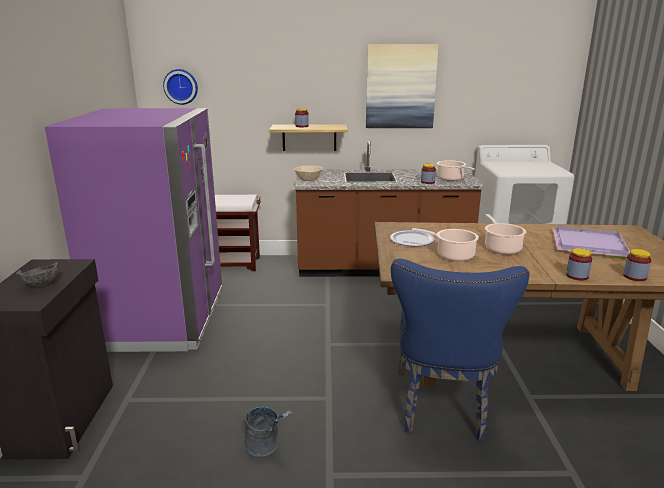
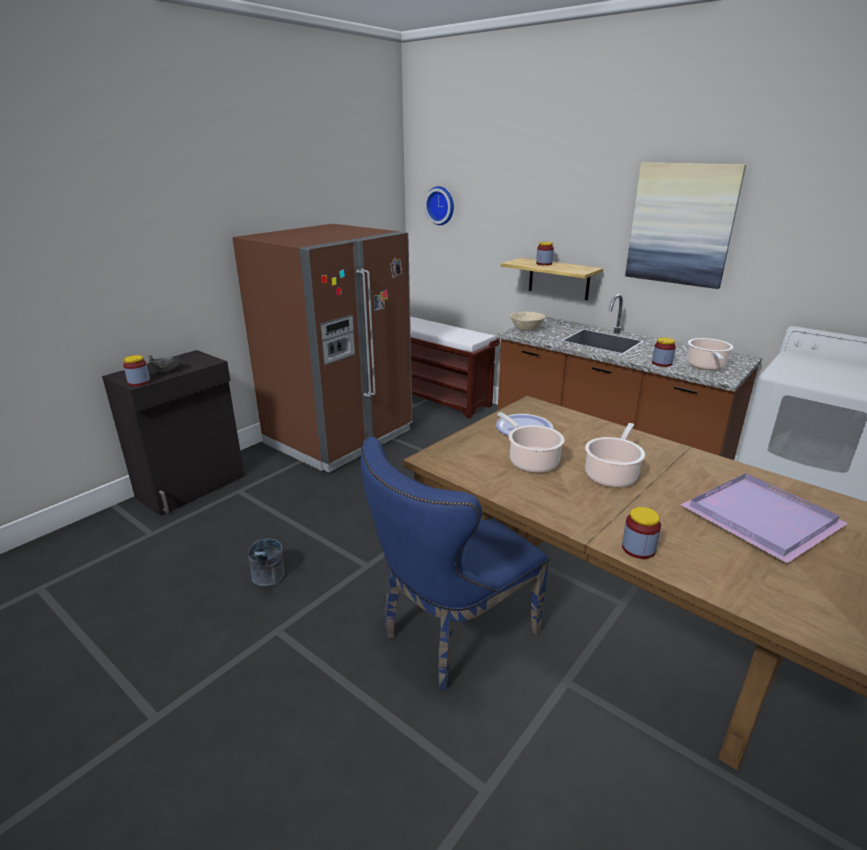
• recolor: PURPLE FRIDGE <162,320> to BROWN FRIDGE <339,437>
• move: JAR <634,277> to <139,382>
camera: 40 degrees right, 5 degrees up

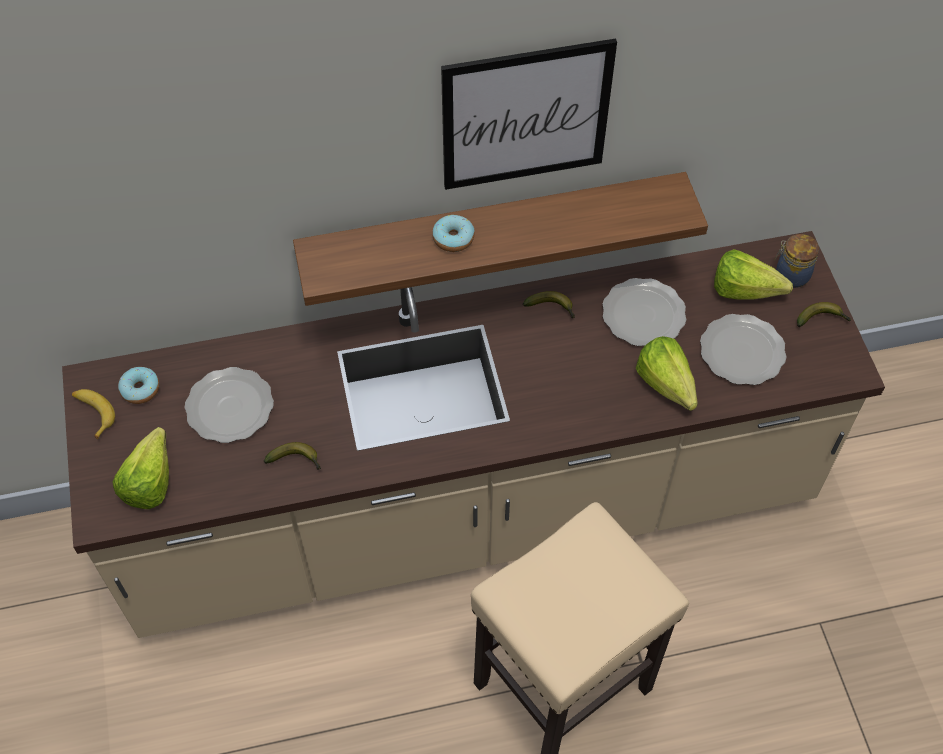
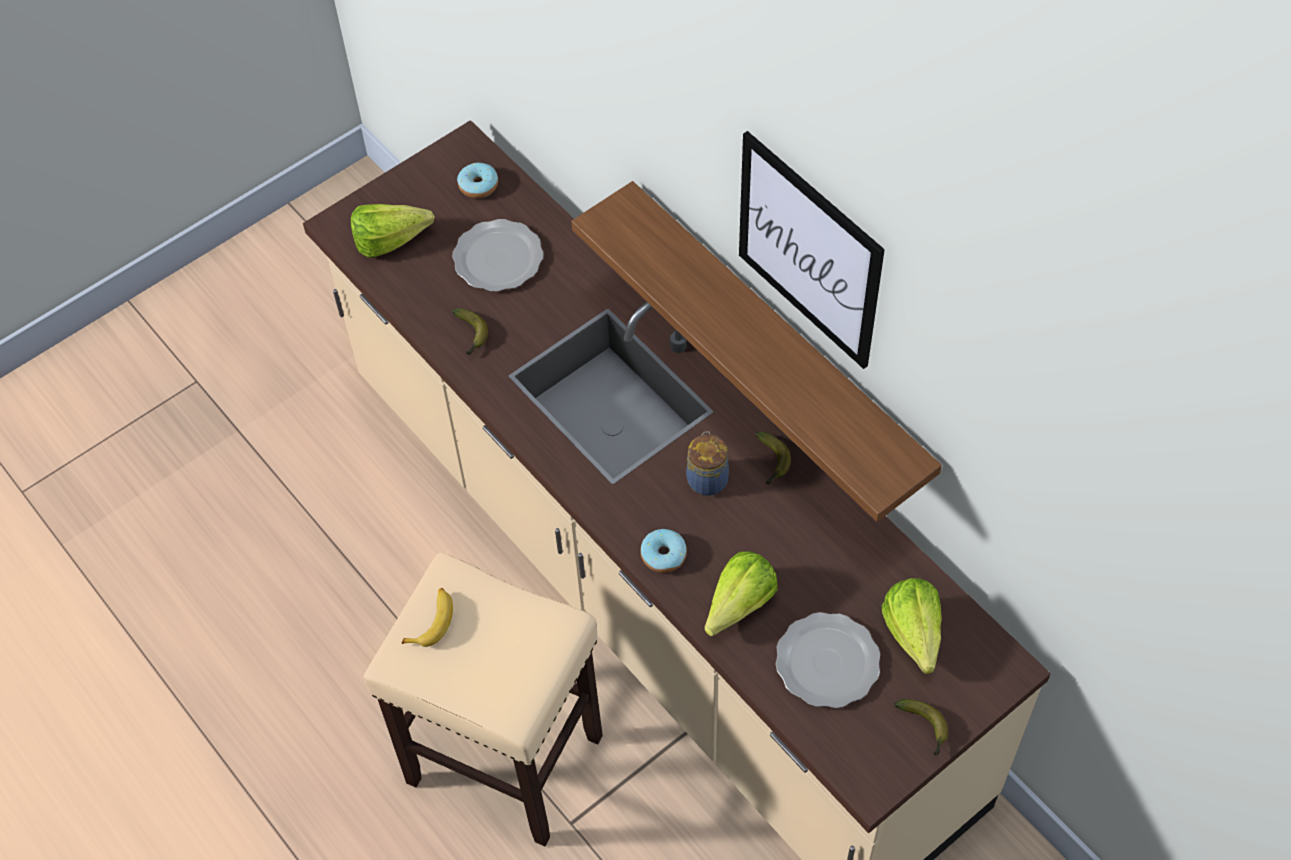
• move: DONUT <453,238> to <663,555>
• move: JAR <790,275> to <707,478>
• delete: PLATE <642,315>
• move: BANANA <93,413> to <432,621>
camera: 65 degrees right, 0 degrees up

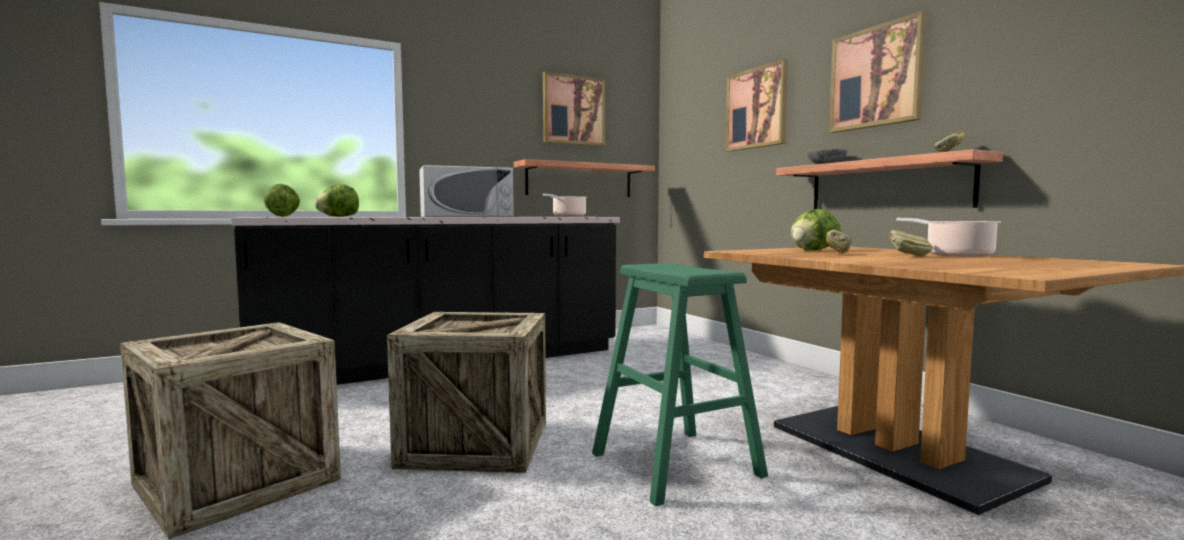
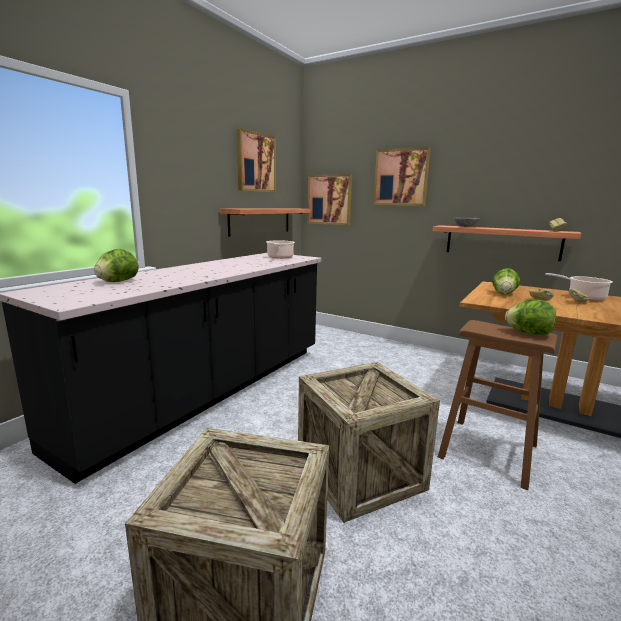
• move: PICTURE <876,77> to <329,199>
• delete: WHITE MICROWAVE <466,216>
• move: LETTUCE <282,216> to <528,333>
• recolor: GREEN STOOL <675,464> to BROWN STOOL <488,450>
camera: 30 degrees left, 10 degrees up

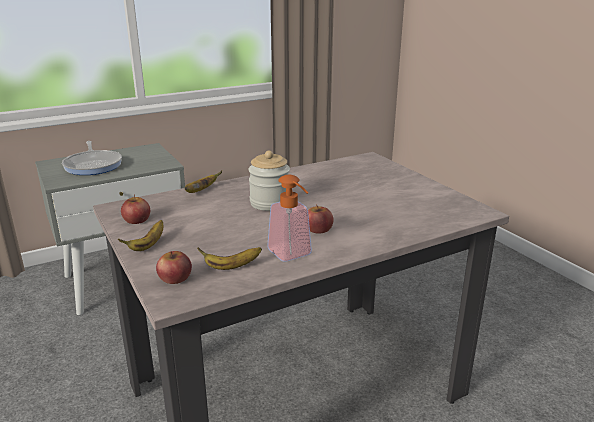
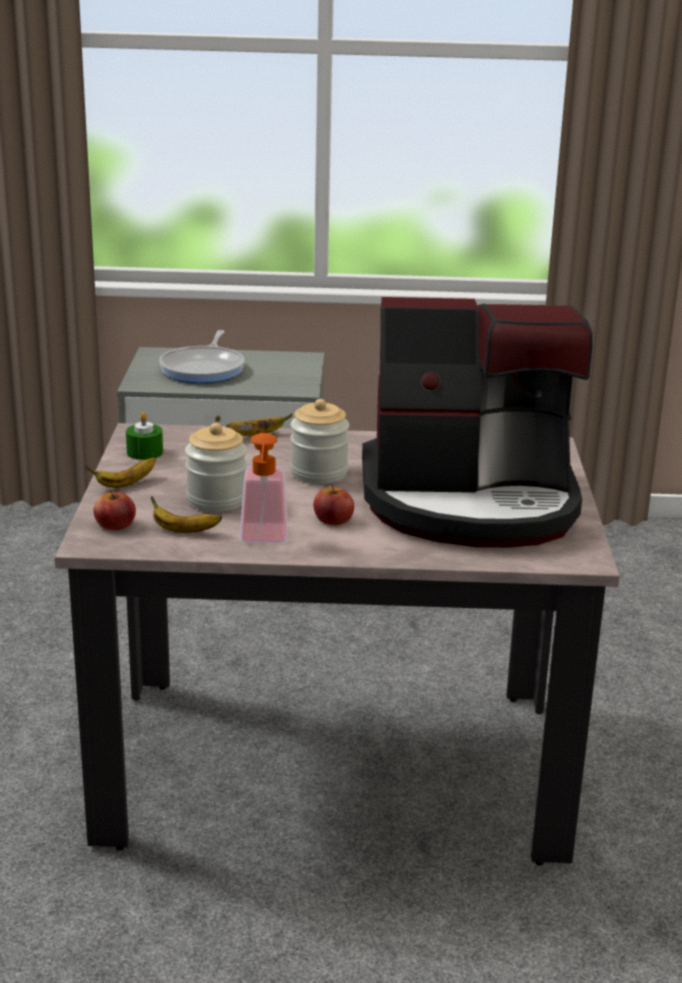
• replace: APPLE <137,220> to GREEN CANDLE <145,452>
• insert: COFFEE MACHINE <471,502>
• insert: JAR <217,500>
camera: 30 degrees right, 0 degrees up

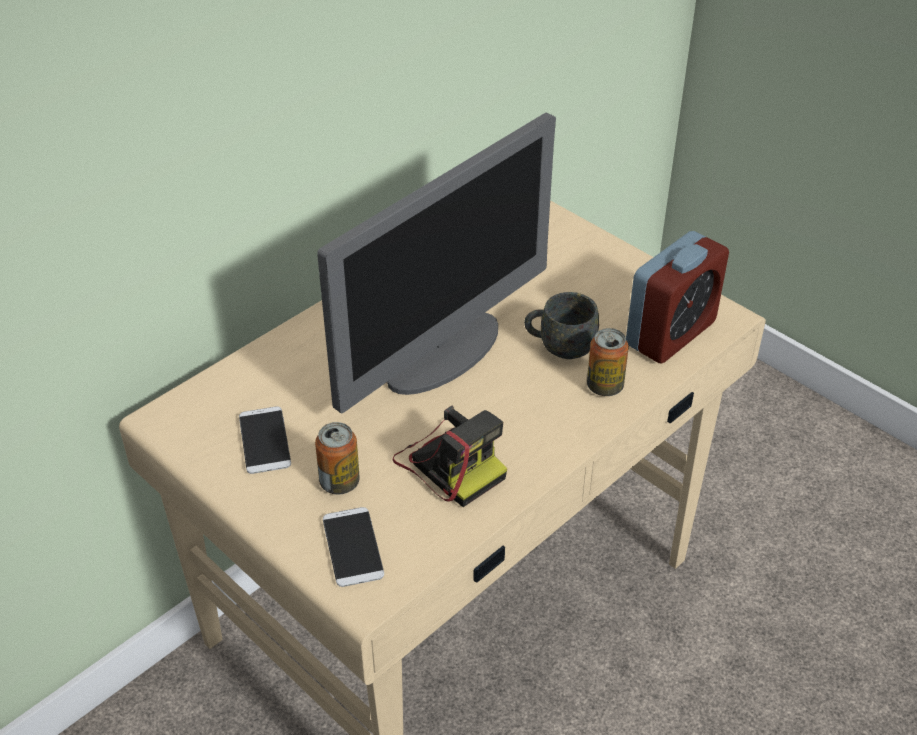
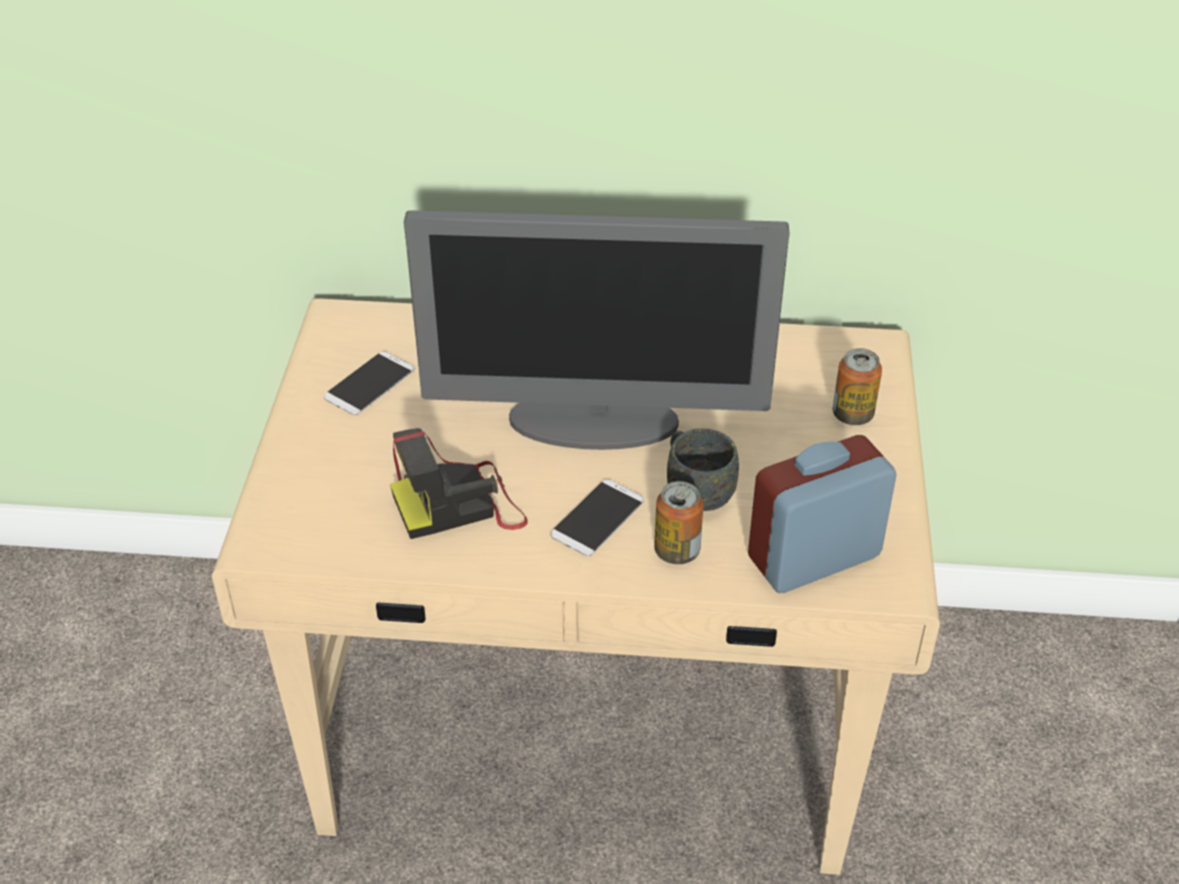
• rotate: ALARM CLOCK <670,333> = <814,557> 150 degrees clockwise
• rotate: PHOTO CAMERA <450,463> = <460,505> 60 degrees clockwise
• move: CAN <339,482> to <852,415>
• move: PHONE <353,547> to <597,518>
camera: 50 degrees right, 0 degrees up

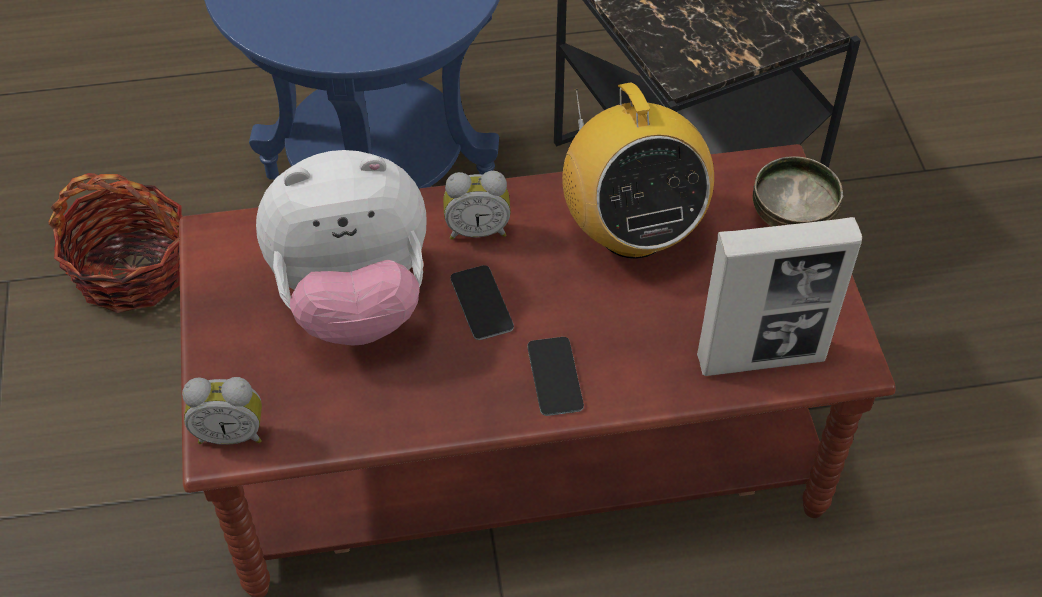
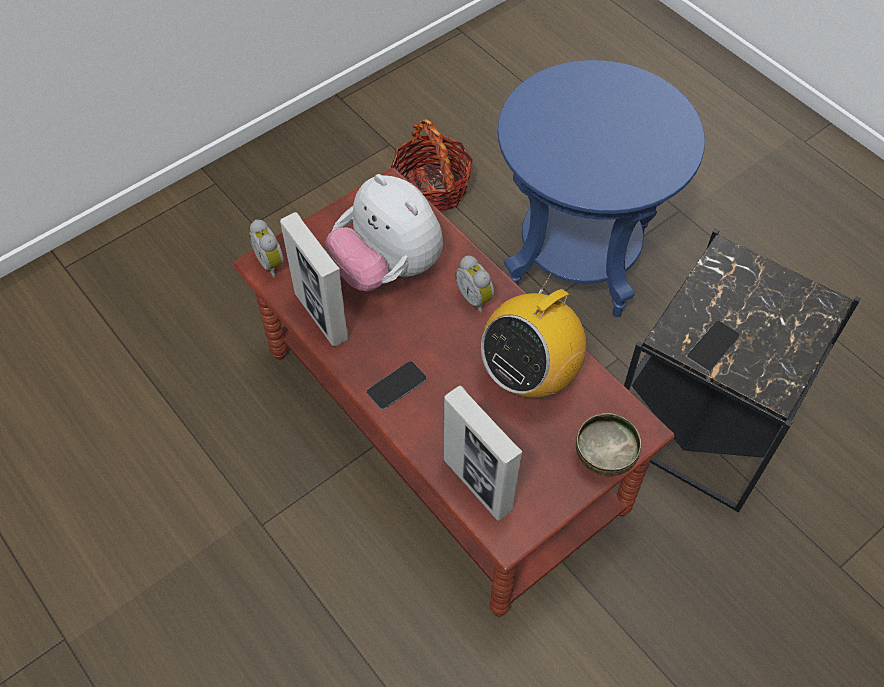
• move: PHONE <481,303> to <713,346>
• insert: PICTURE FRAME <321,316>
camera: 60 degrees right, 5 degrees up

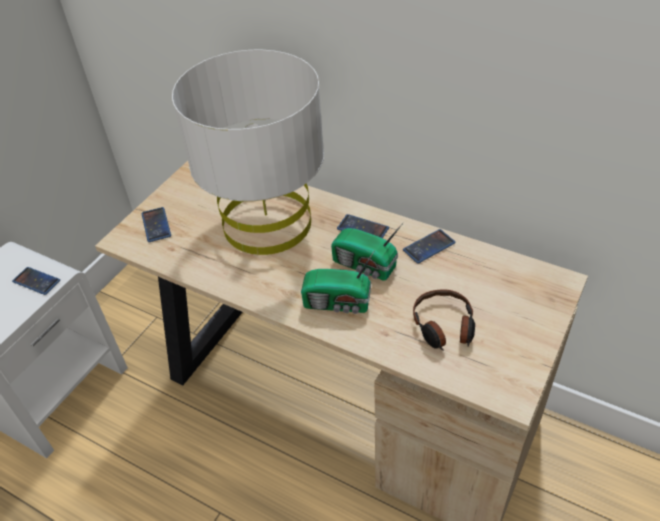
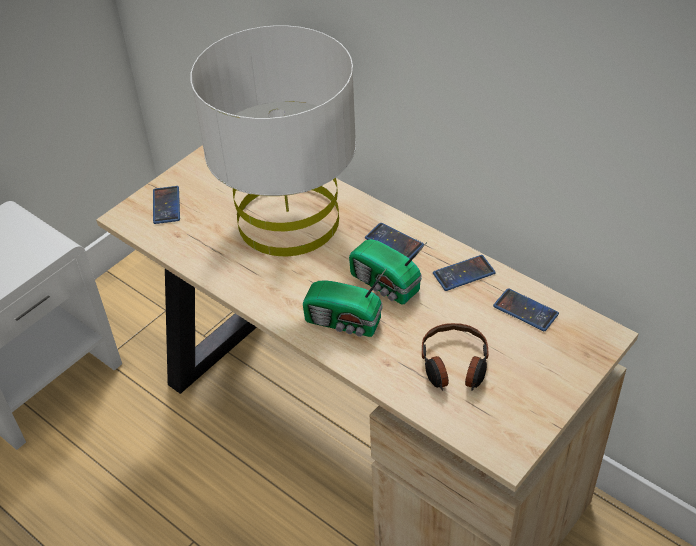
• move: PHONE <36,281> to <525,310>
camera: 10 degrees right, 0 degrees up

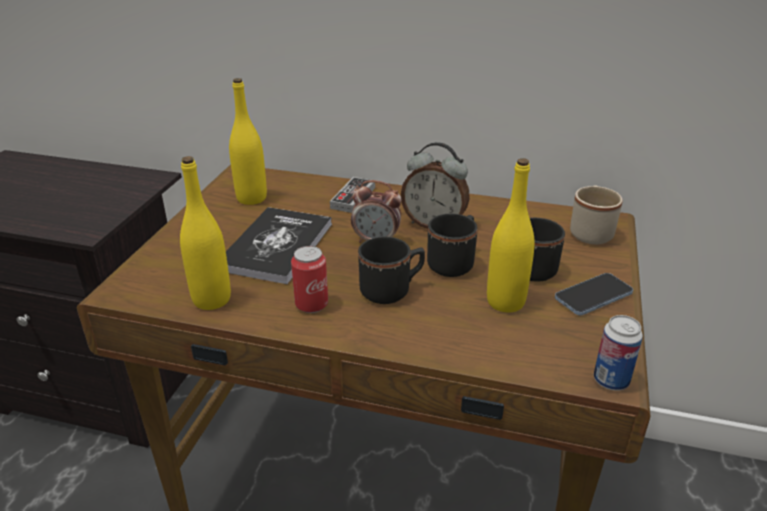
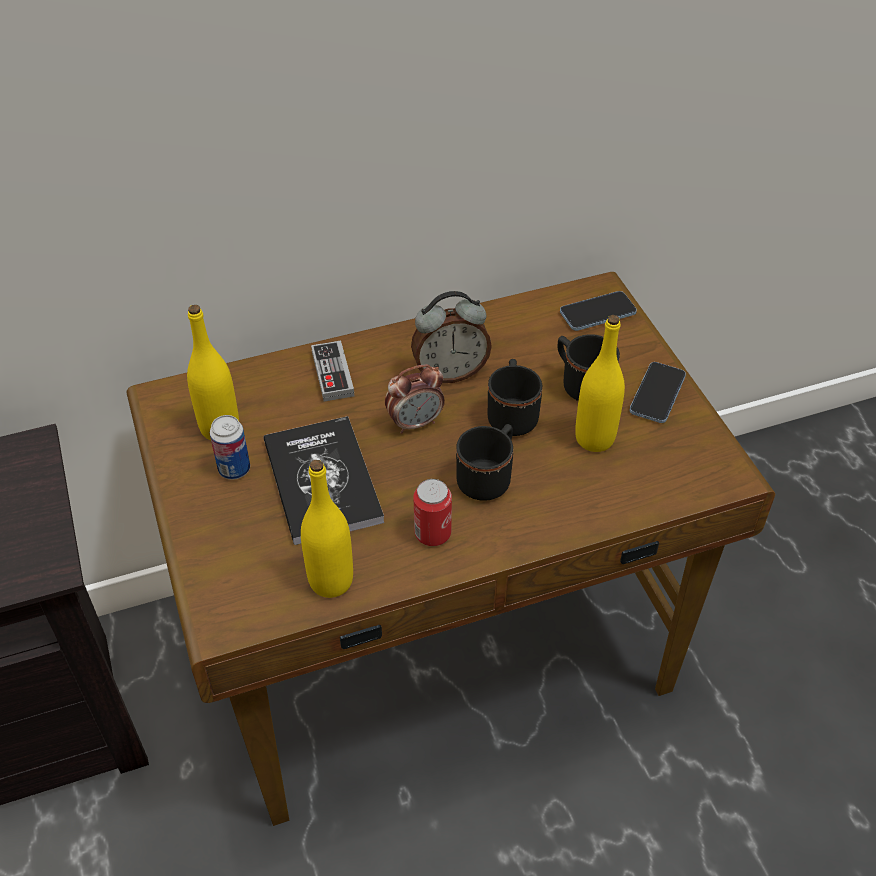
• replace: BEIGE MUG <591,231> to PHONE <597,313>
• move: CAN <611,380> to <234,469>
camera: 35 degrees left, 15 degrees up

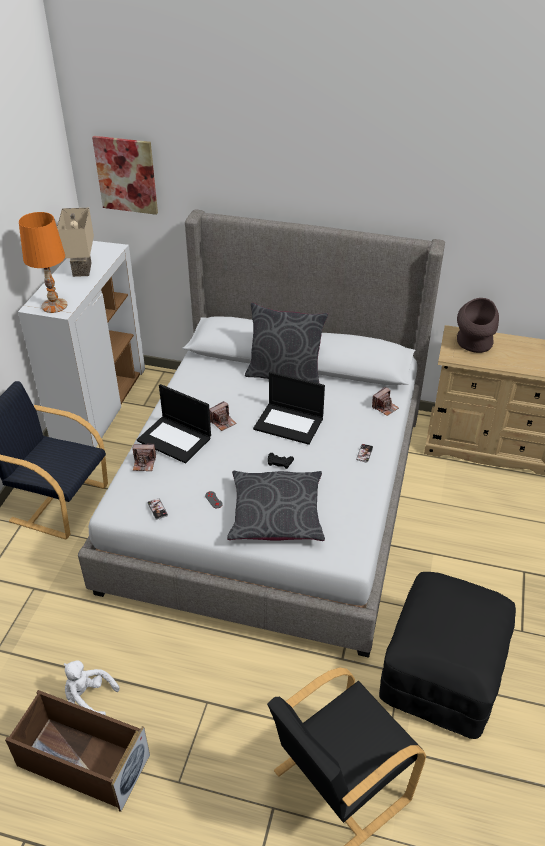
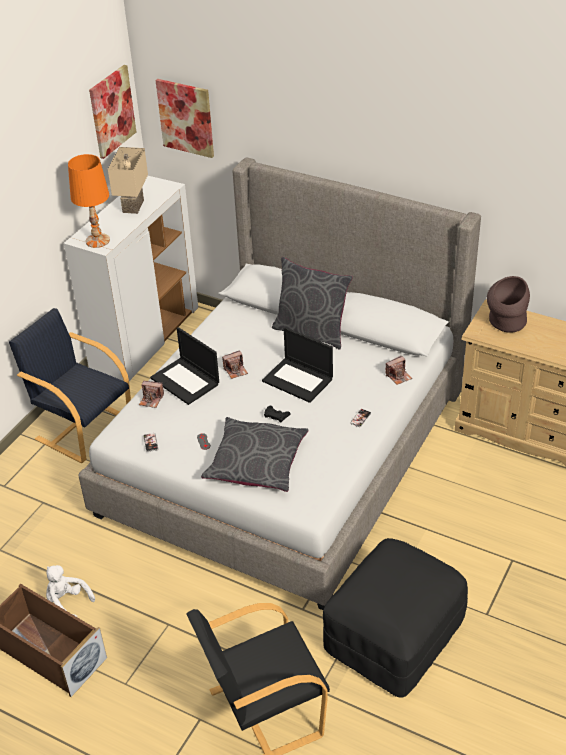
• insert: PICTURE <112,111>
camera: 15 degrees right, 0 degrees up

